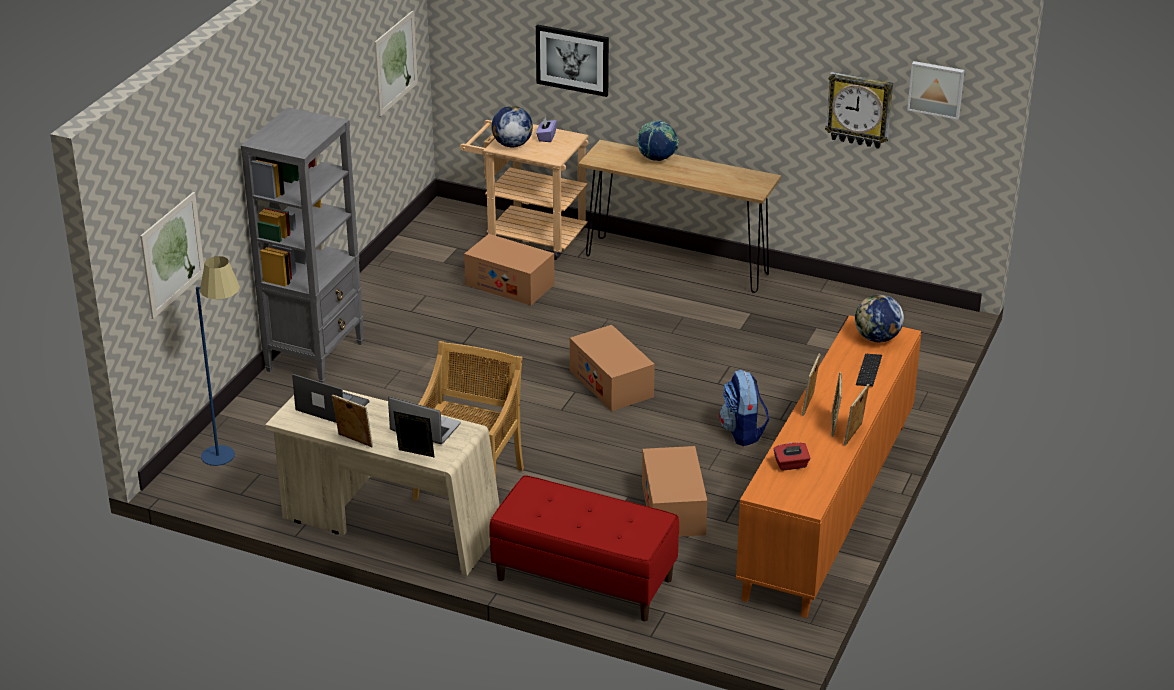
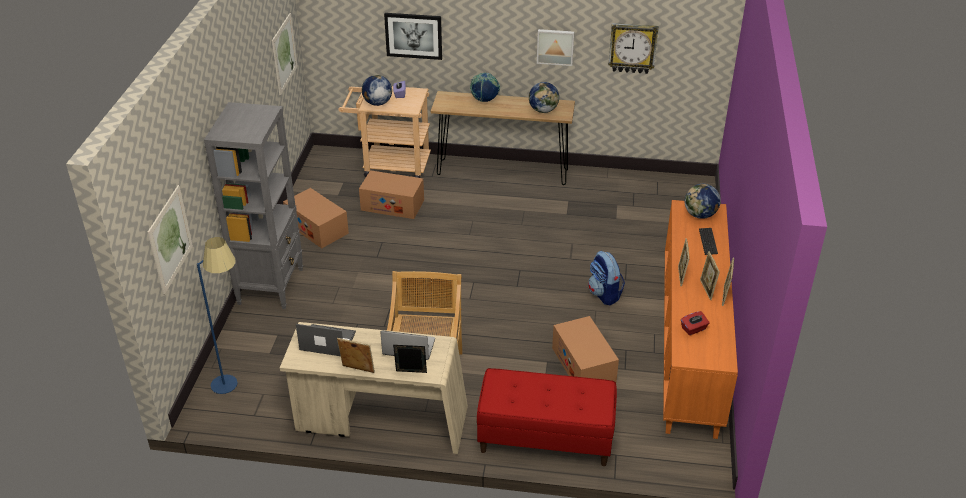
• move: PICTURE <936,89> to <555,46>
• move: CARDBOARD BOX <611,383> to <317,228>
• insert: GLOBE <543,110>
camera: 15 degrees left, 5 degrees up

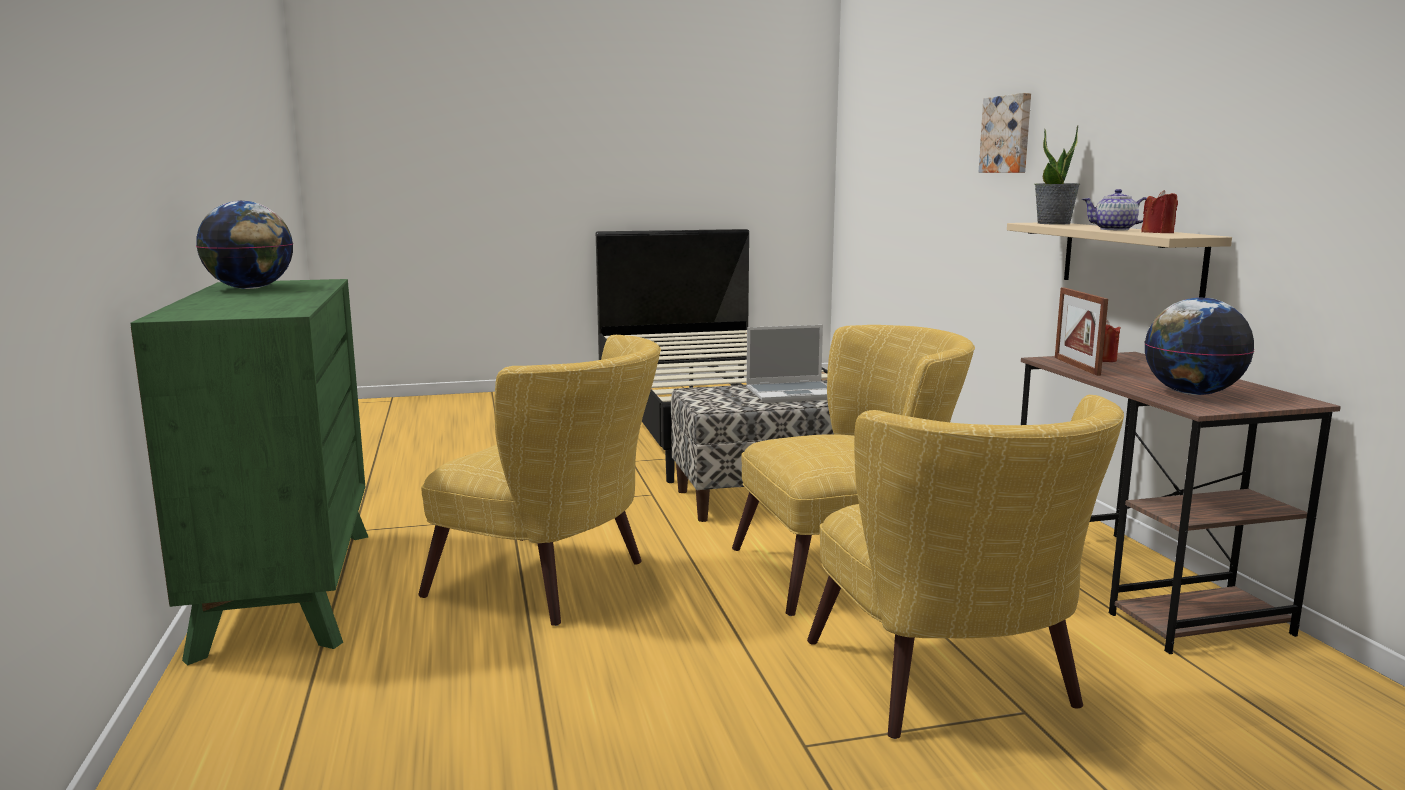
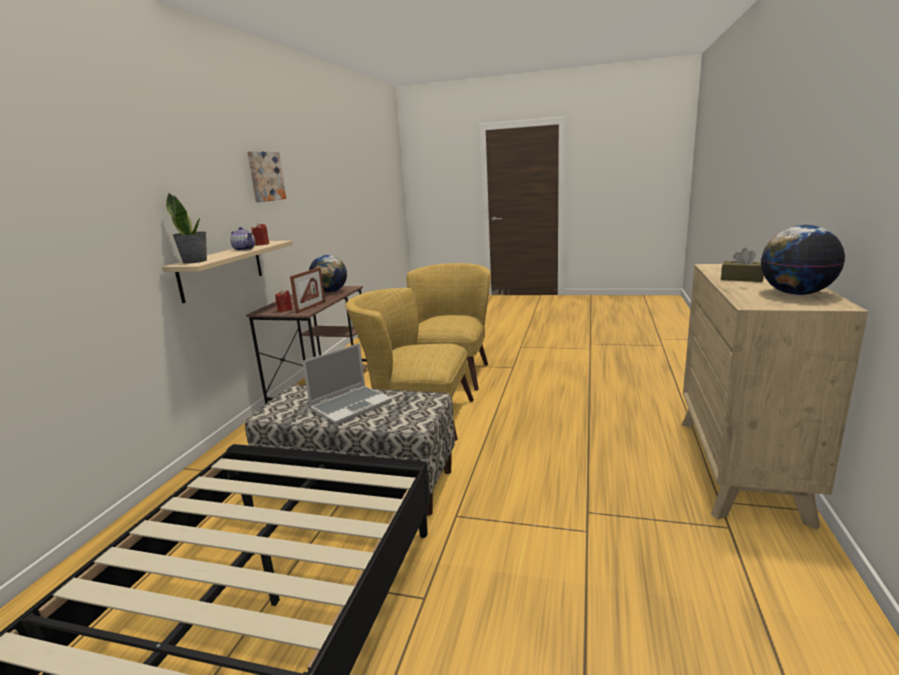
• move: PICTURE <1007,134> to <265,176>
• recolor: GREEN DRESSER <288,589> to BEIGE DRESSER <739,467>
• rotate: LAPTOP <793,394> = <351,405> 120 degrees clockwise
• delete: YELLOW ARMCHAIR <556,584>
• insert: BROWN TISSUE BOX <742,279>
camera: 150 degrees left, 5 degrees up

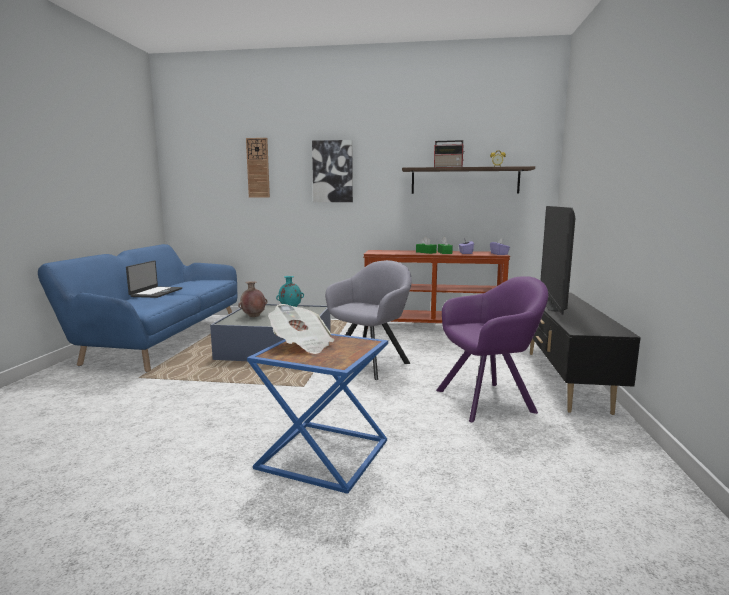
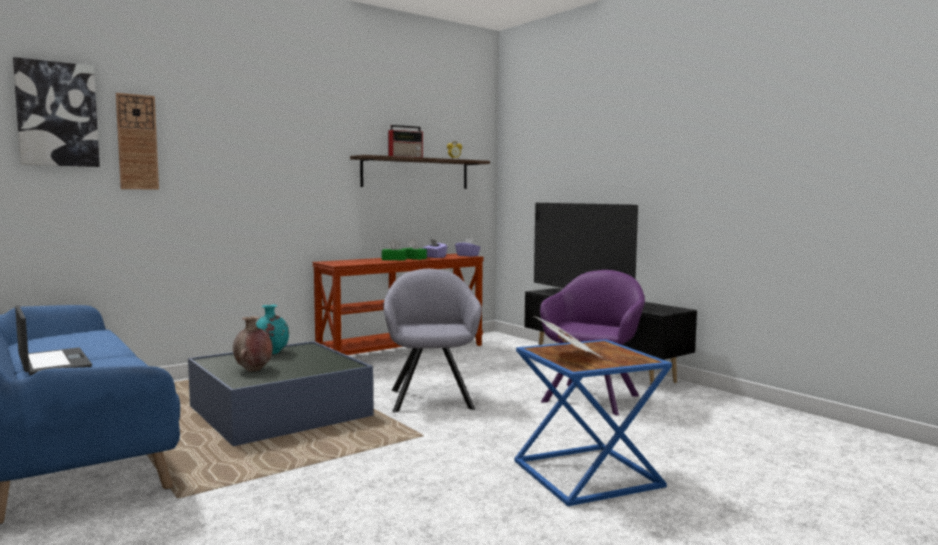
• move: PICTURE <332,171> to <57,114>
camera: 45 degrees left, 5 degrees down

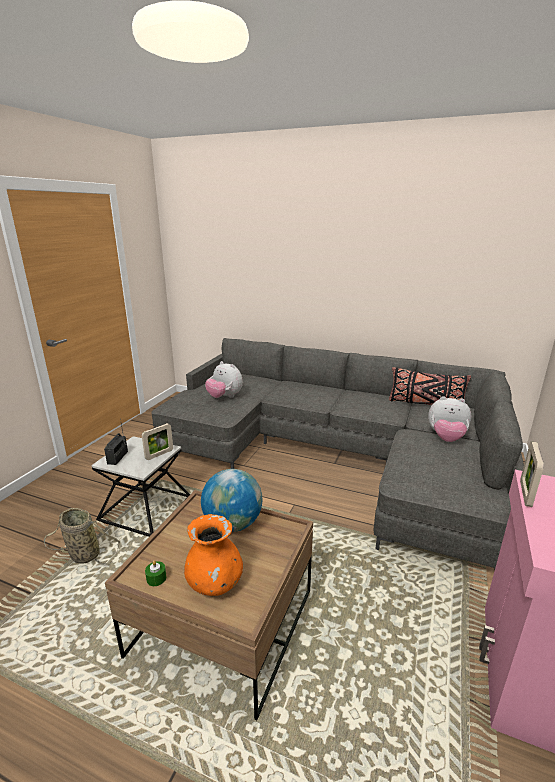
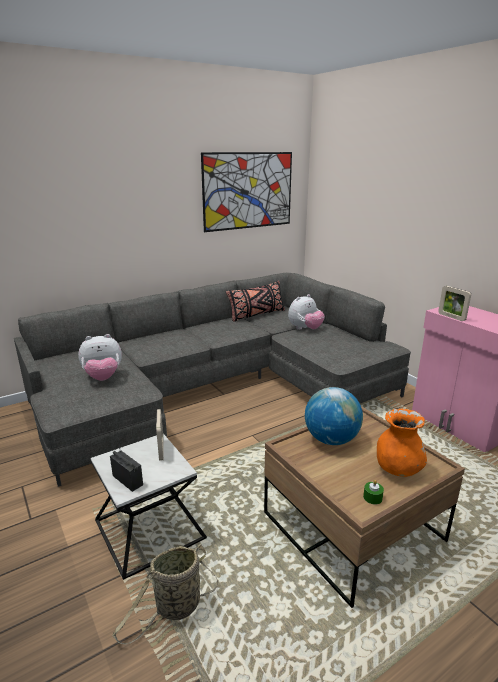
• insert: PICTURE <248,191>
camera: 55 degrees left, 0 degrees up

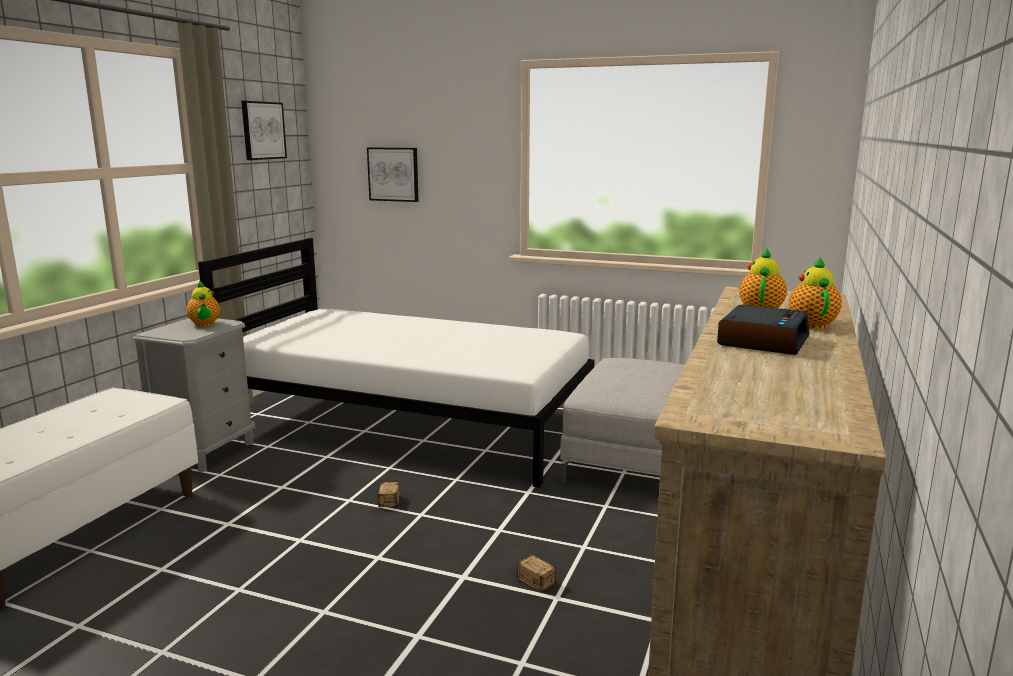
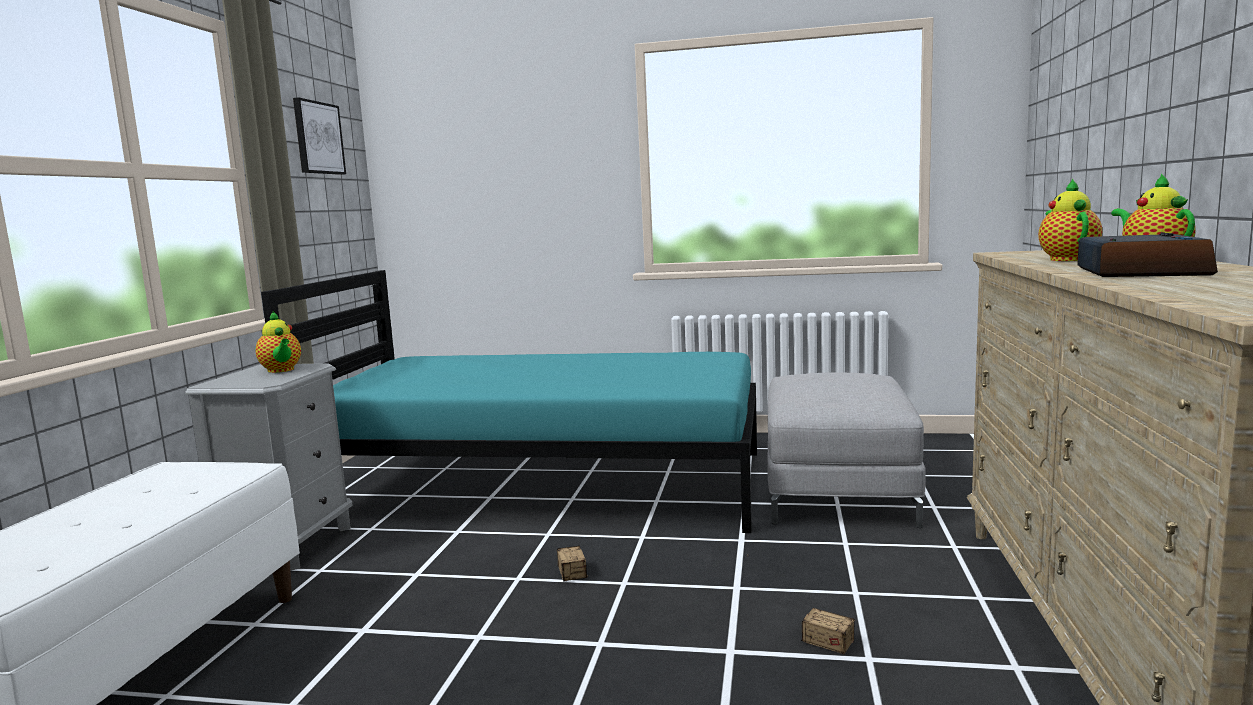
• delete: PICTURE <393,174>
• recolor: WHITE BED <409,423> to TURQUOISE BED <543,482>
camera: 10 degrees left, 5 degrees down

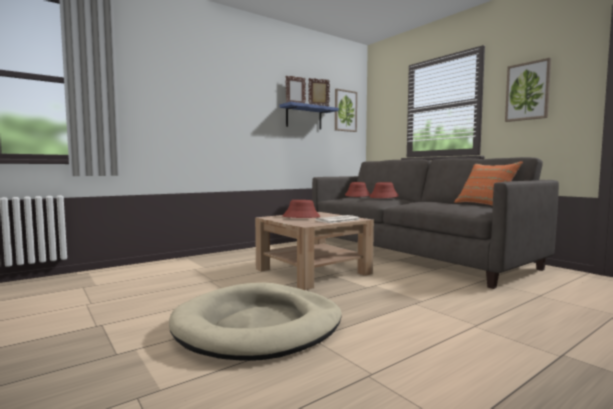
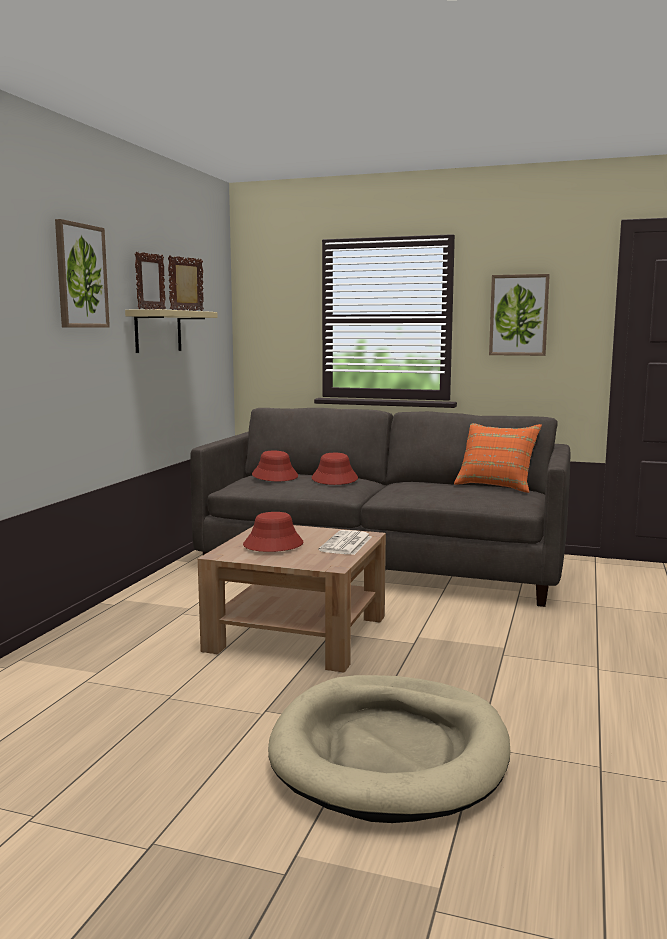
• move: PICTURE <345,111> to <81,276>
• recolor: BLUE SHELF <304,117> to BEIGE SHELF <158,331>
camera: 35 degrees left, 5 degrees up

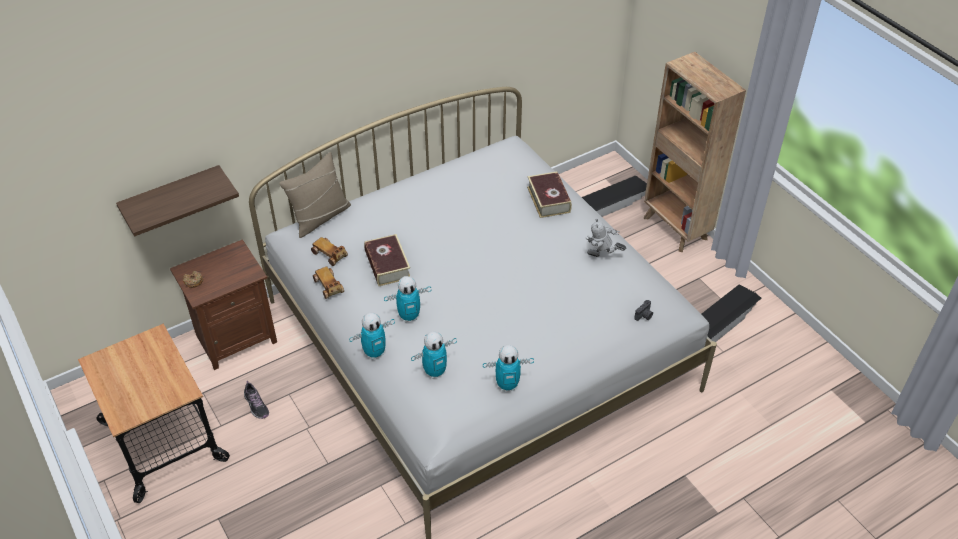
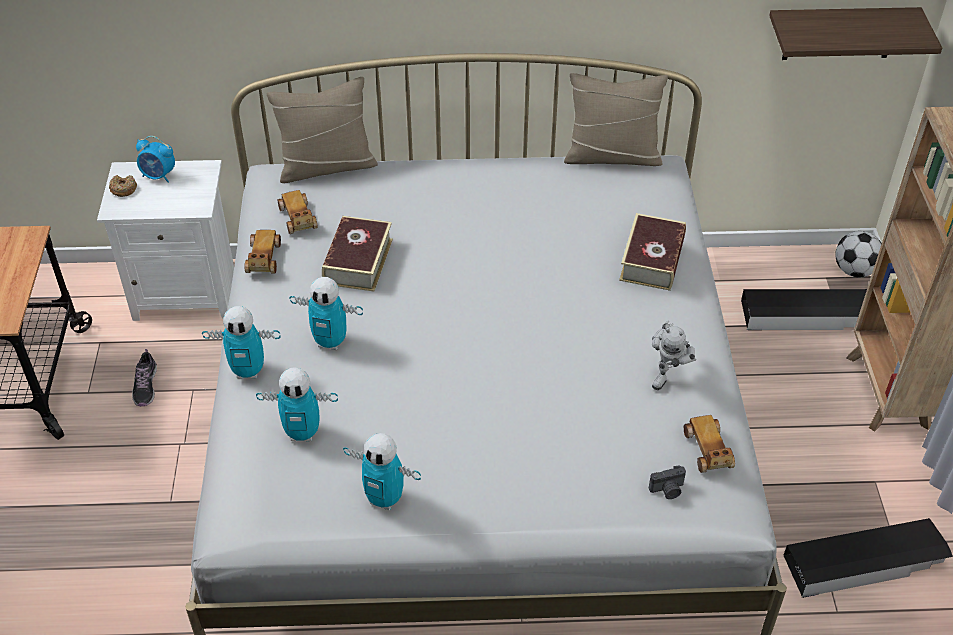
• move: SHELF <172,198> to <839,33>
• rotate: TOY ROBOT <602,257> = <669,375> 105 degrees counterclockwise
• recolor: BROWN NIGHTSTAND <235,338> to WHITE NIGHTSTAND <185,292>
• insert: BEIGE PILLOW <612,156>
• insert: ALARM CLOCK <159,176>
• insert: FOOTBALL <854,270>
• insert: TOY CAR <708,451>
camera: 30 degrees right, 0 degrees up

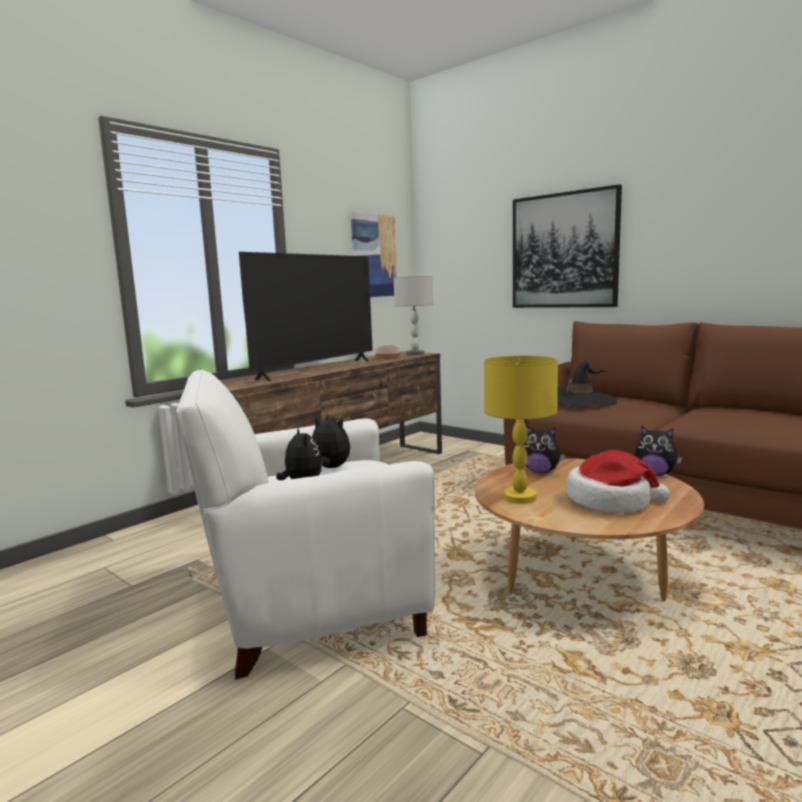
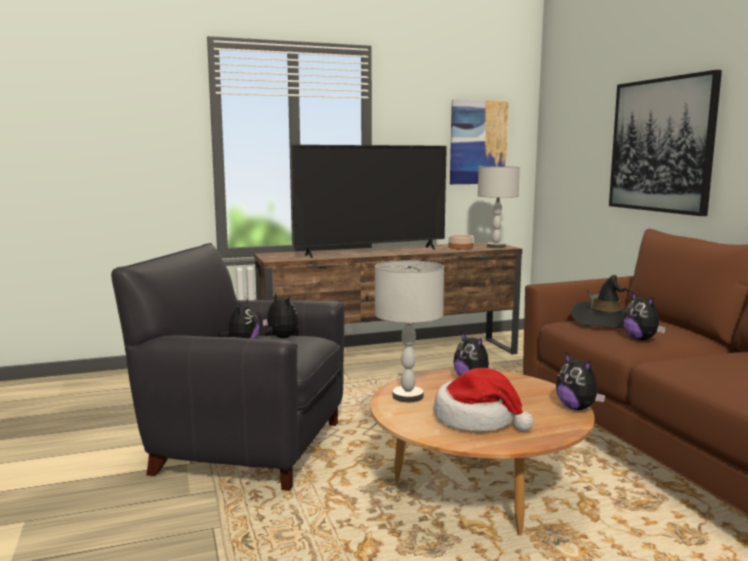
• recolor: YELLOW TABLE LAMP <519,497> to GREY TABLE LAMP <408,396>
• recolor: WHITE ARMCHAIR <312,604> to BLACK ARMCHAIR <246,446>
• insert: PLUSH TOY <641,339>
camera: 30 degrees right, 0 degrees up

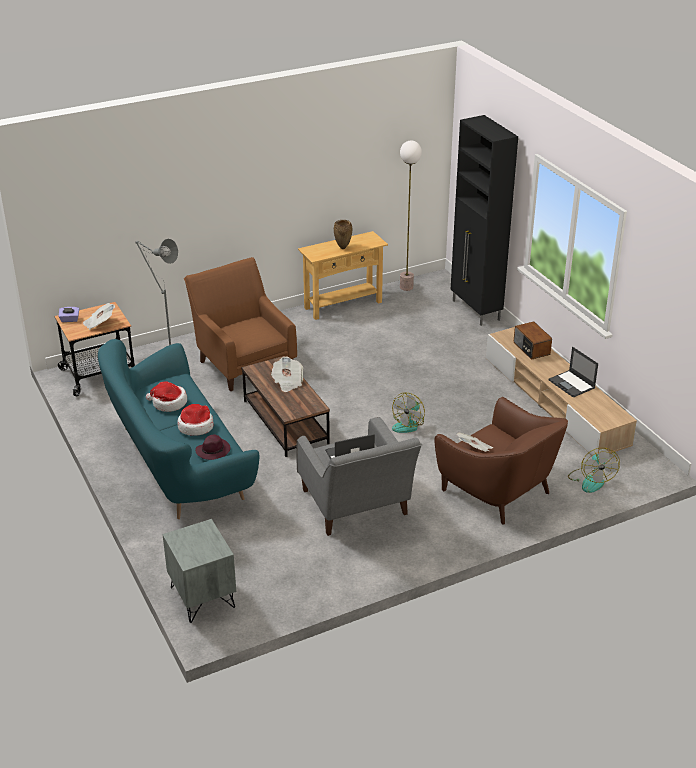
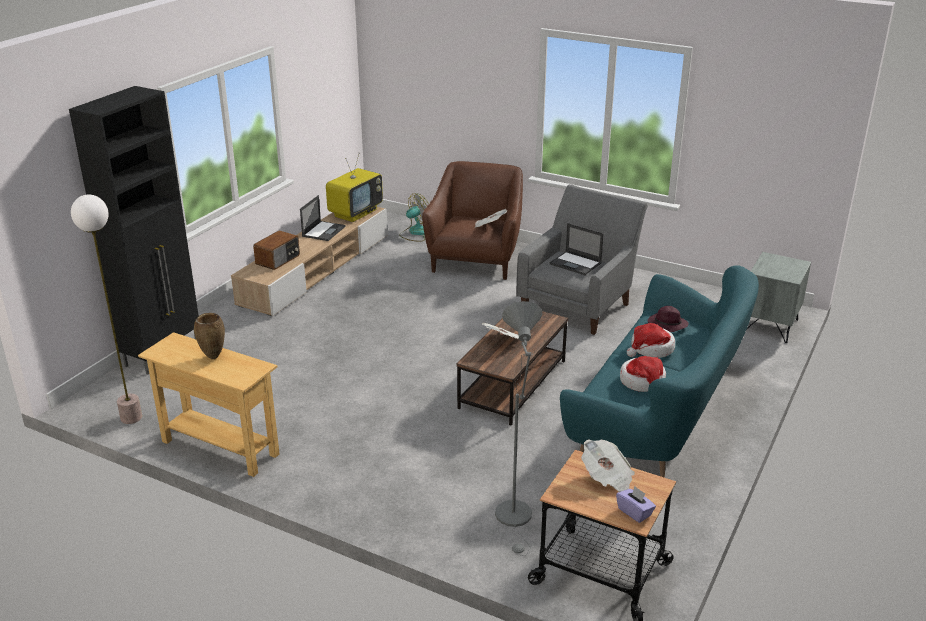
• delete: BROWN ARMCHAIR <243,362>
• delete: FAN <408,424>
• insert: TELEVISION <355,213>
camera: 125 degrees left, 5 degrees down

